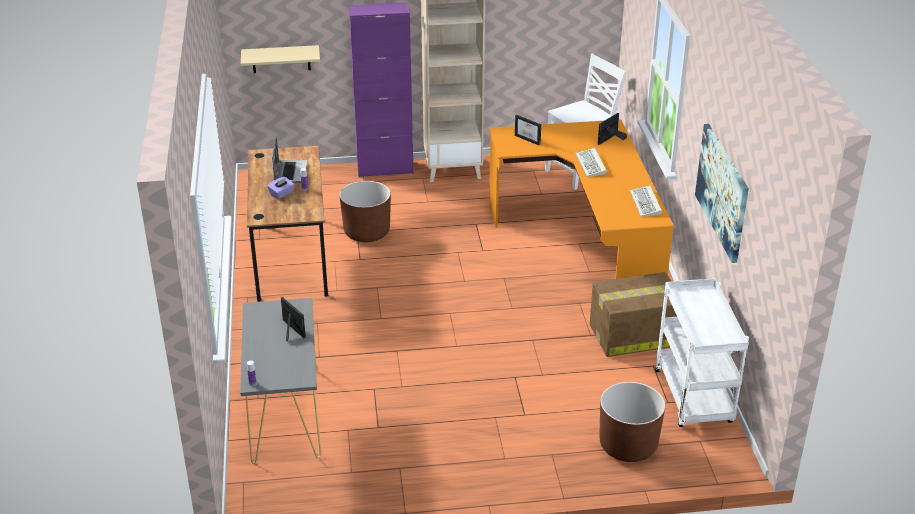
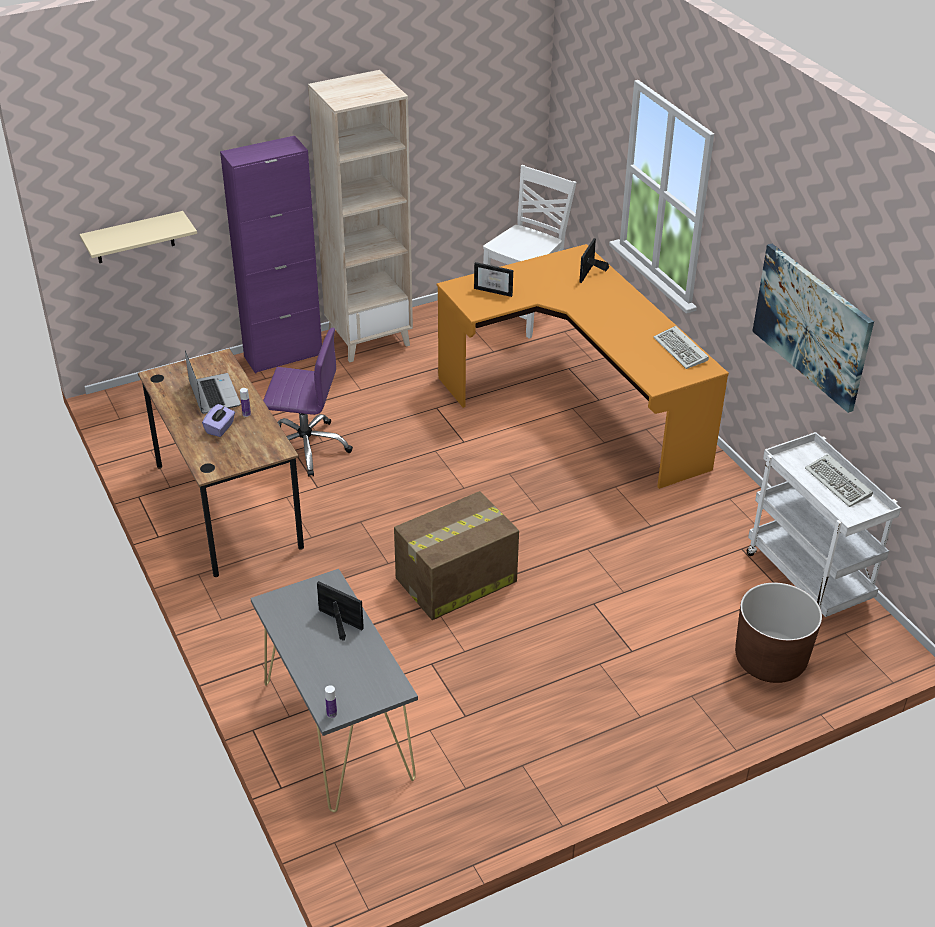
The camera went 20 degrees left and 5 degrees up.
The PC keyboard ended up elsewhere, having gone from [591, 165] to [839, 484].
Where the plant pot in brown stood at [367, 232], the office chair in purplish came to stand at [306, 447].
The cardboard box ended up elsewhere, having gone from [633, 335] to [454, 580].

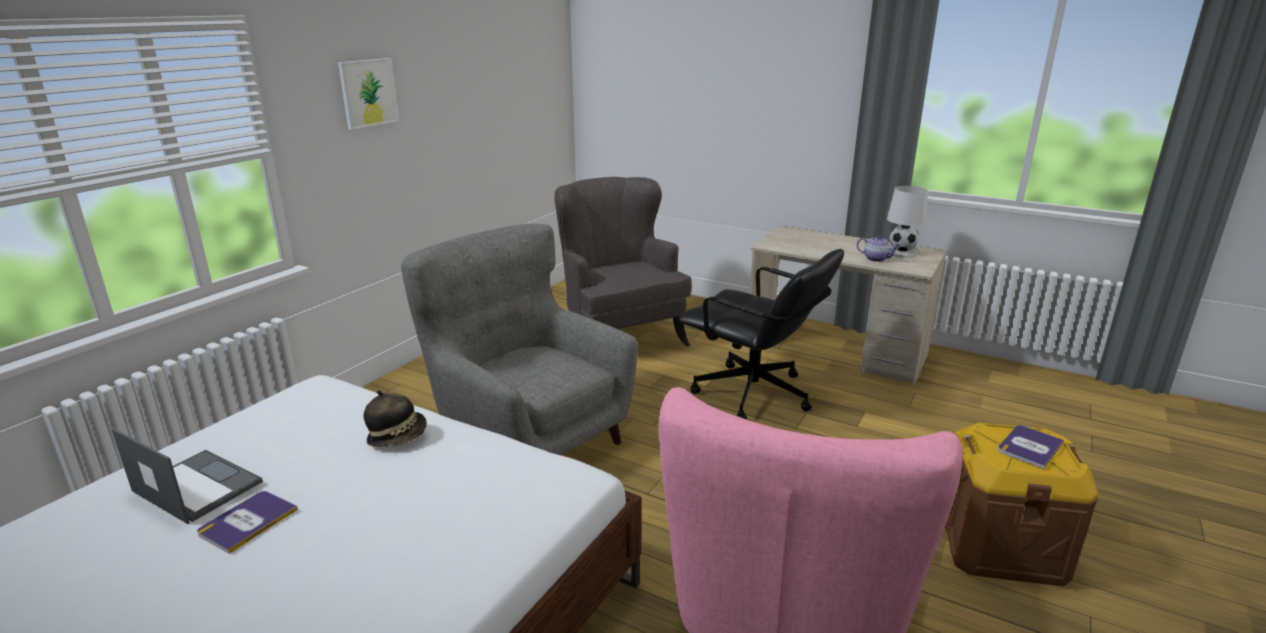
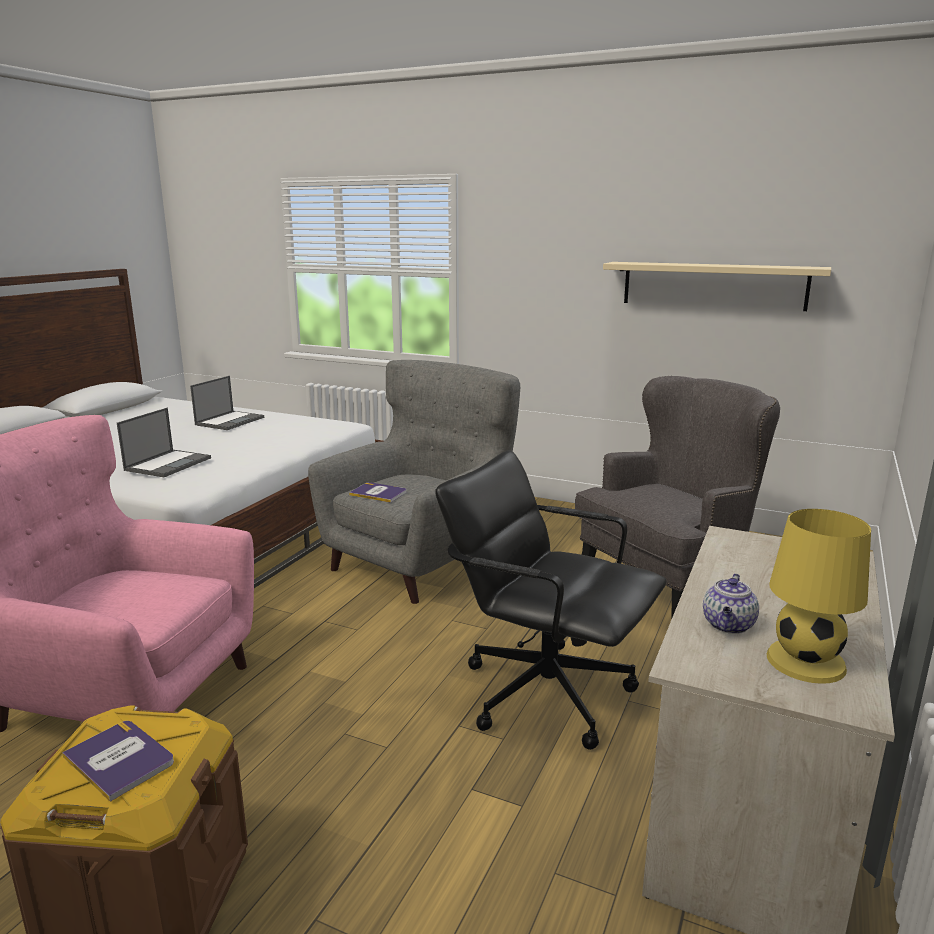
The camera went 85 degrees right and 5 degrees down.
The second view lost the wall art at [368, 93].
What was the table lamp in white at [901, 252] turned into the table lamp in yellowish at [805, 661].
The office chair in blackish at [753, 394] ended up facing another way, 90 degrees clockwise from before.
The second view lost the wearable hat at [398, 436].
The book ended up elsewhere, having gone from [247, 521] to [378, 493].
The second view gained the shelf in beige-coloured at [713, 285].
The second view gained the laptop at [168, 464].

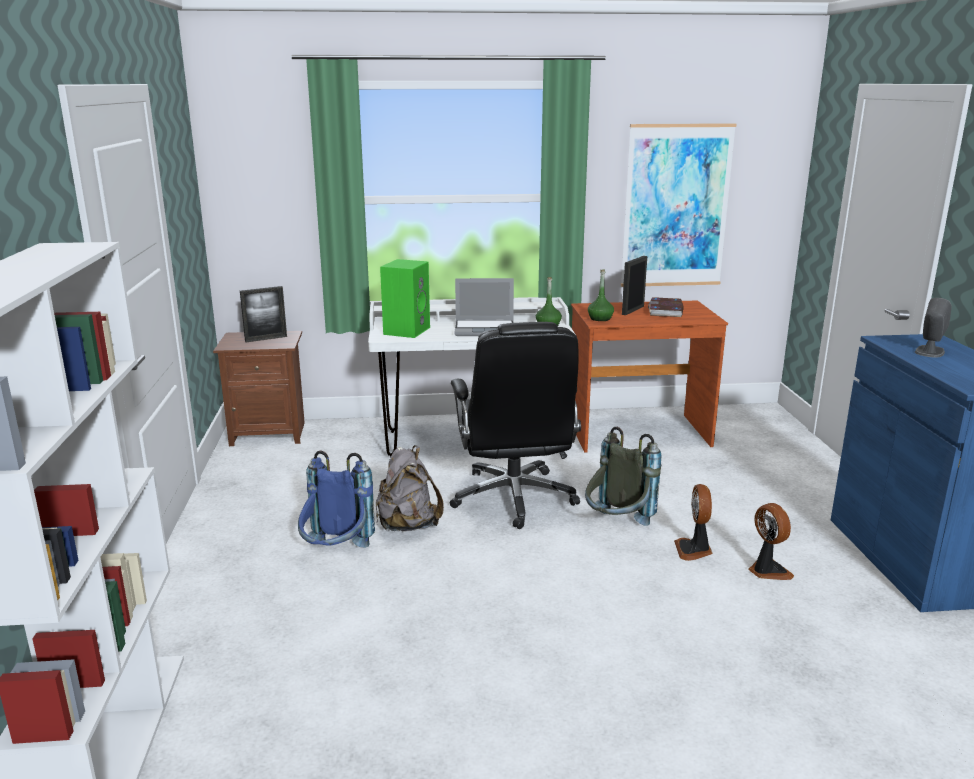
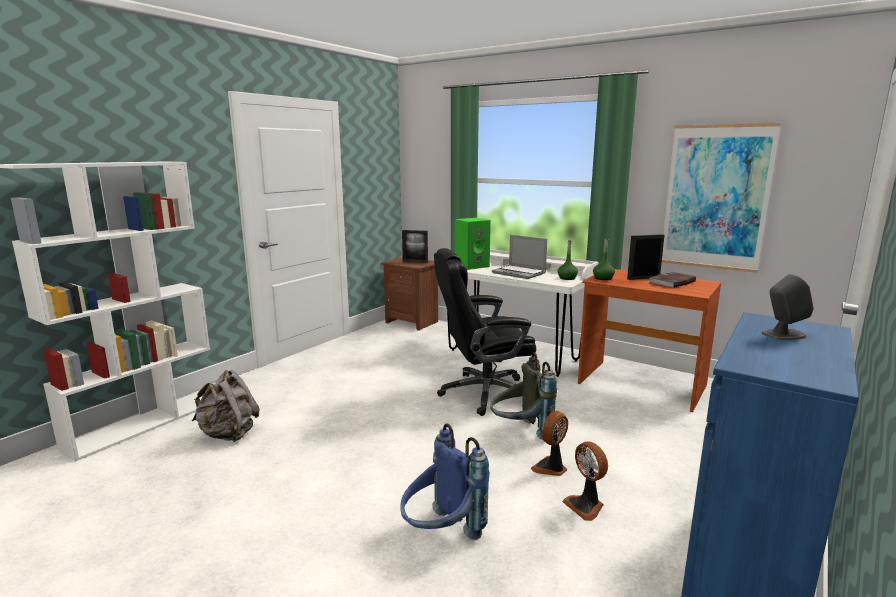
The camera went 40 degrees right and 5 degrees down.
The office chair in blackish at [514, 498] ended up facing another way, 45 degrees clockwise from before.
The rucksack in greyish ended up elsewhere, having gone from [407, 525] to [228, 434].
The rucksack in bluish ended up elsewhere, having gone from [336, 556] to [441, 535].
The fan at [767, 571] ended up facing another way, 135 degrees clockwise from before.

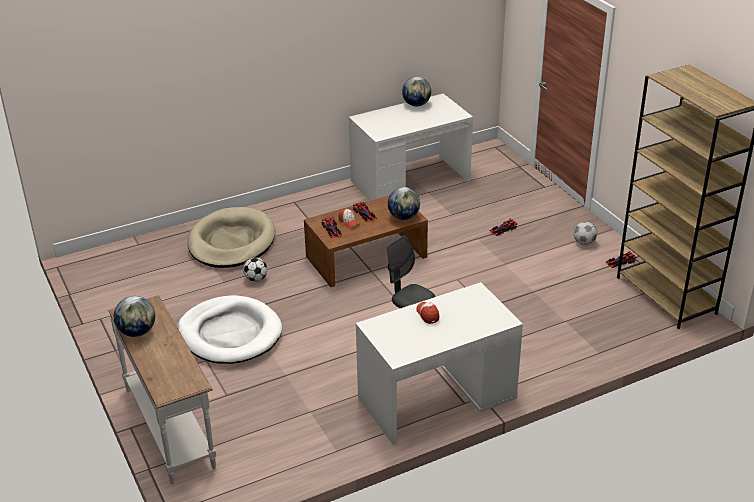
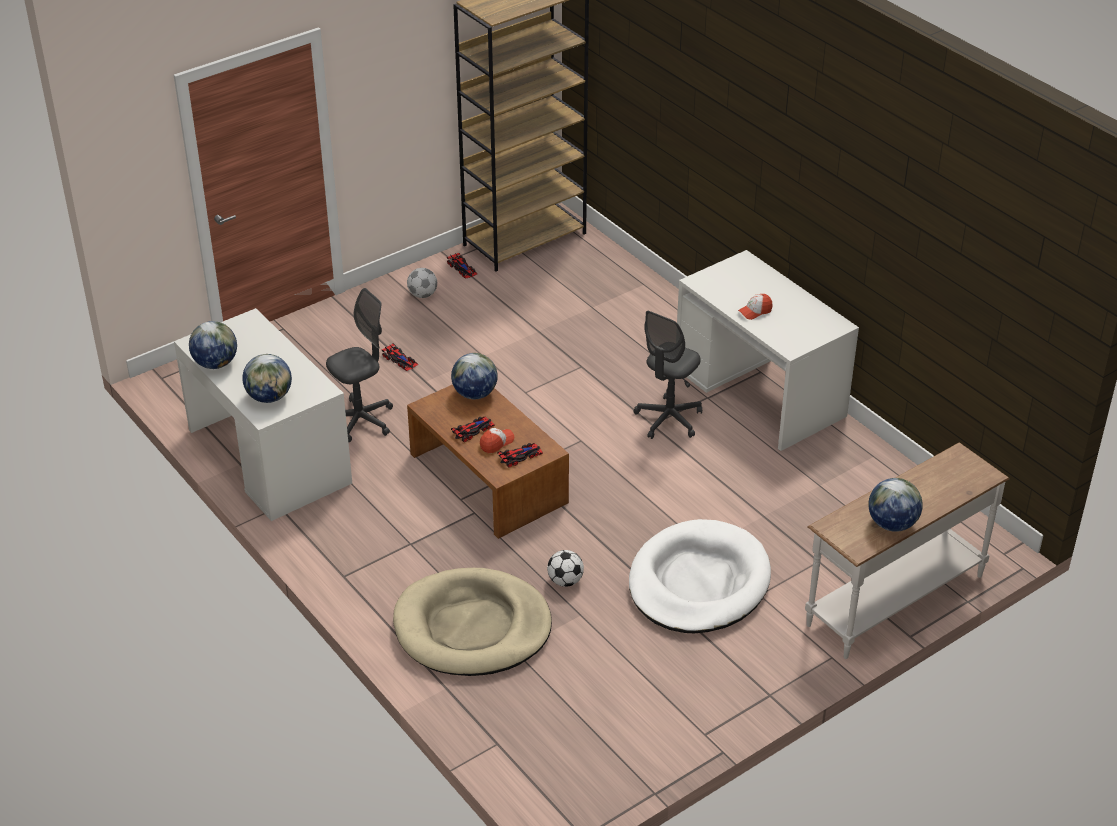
The camera went 100 degrees left and 5 degrees up.
The second view gained the office chair in greyish at [361, 421].
The second view gained the globe at [269, 397].

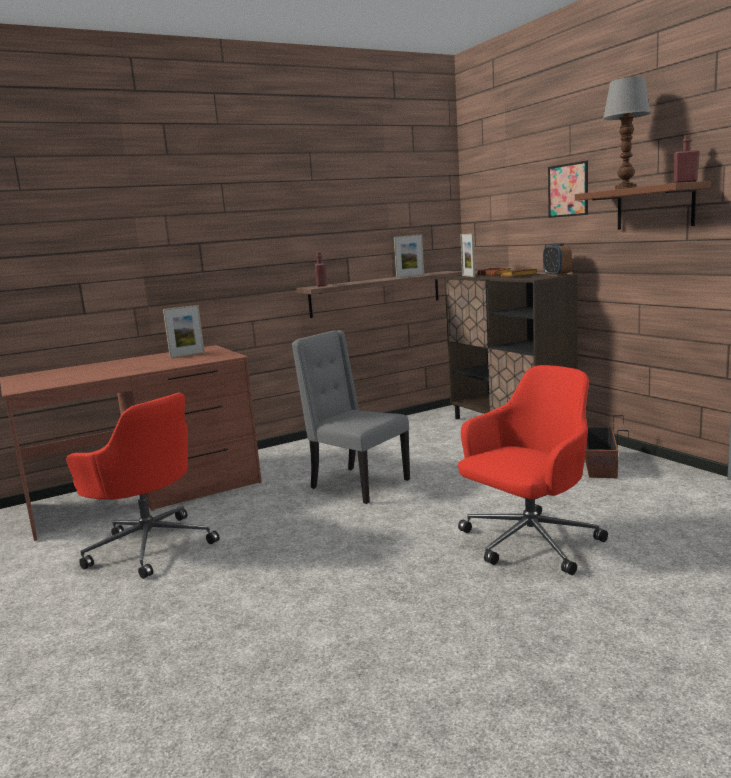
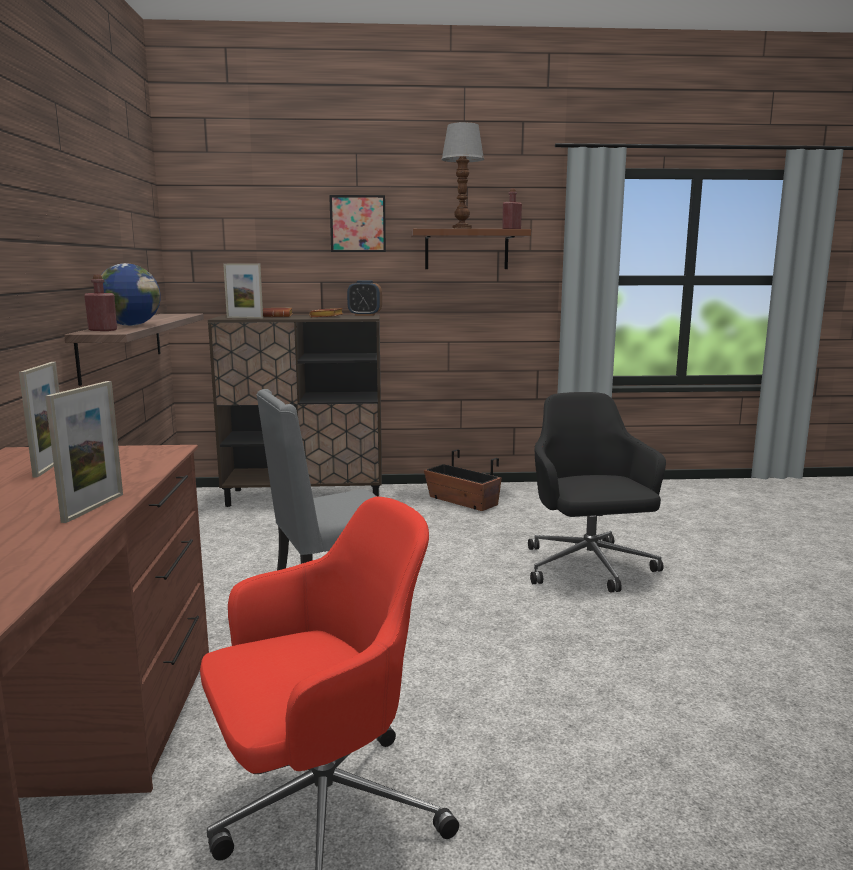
The camera went 65 degrees left and 0 degrees up.
The standing frame ended up elsewhere, having gone from [410, 276] to [93, 508].
What was the office chair in reddish at [528, 543] turned into the office chair in blackish at [588, 568].
The second view gained the globe at [130, 325].

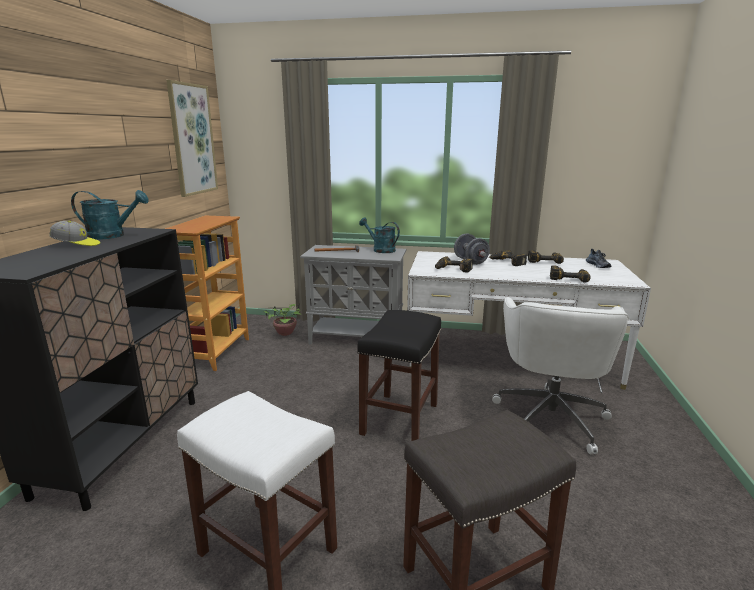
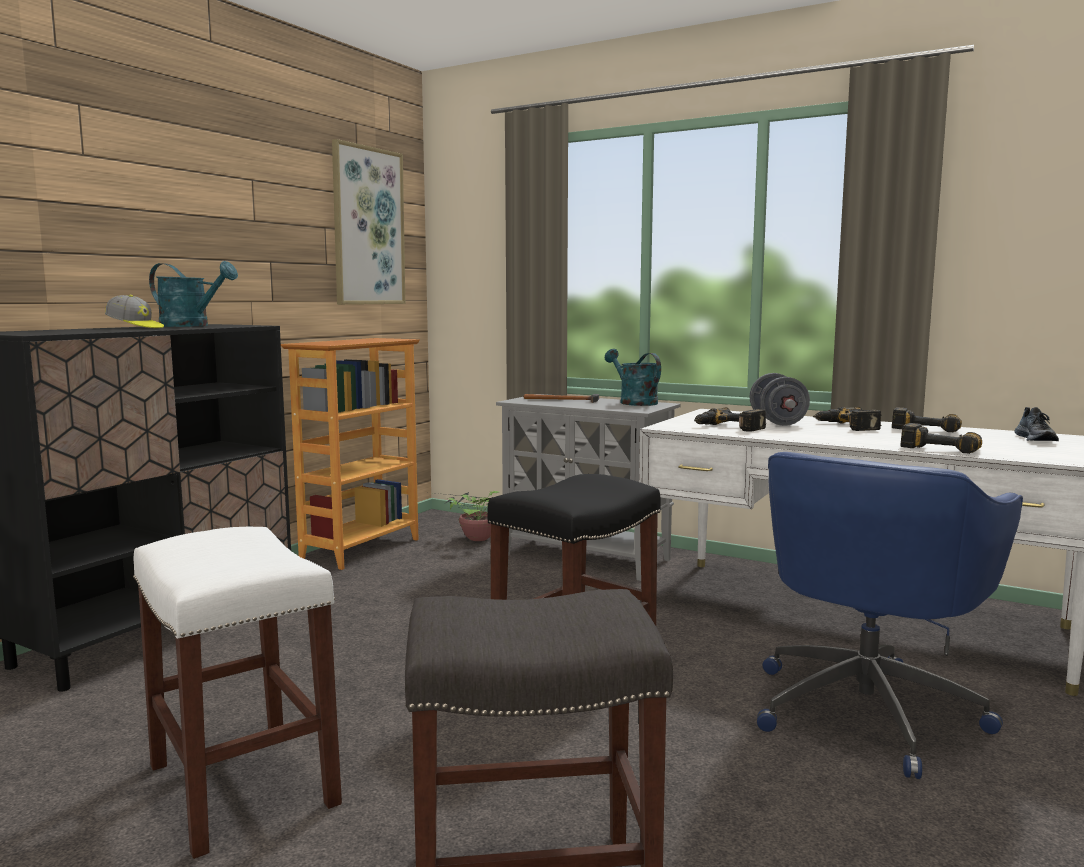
The camera went 20 degrees right and 10 degrees down.
What was the office chair in white at [550, 416] turned into the office chair in bluish at [867, 709].

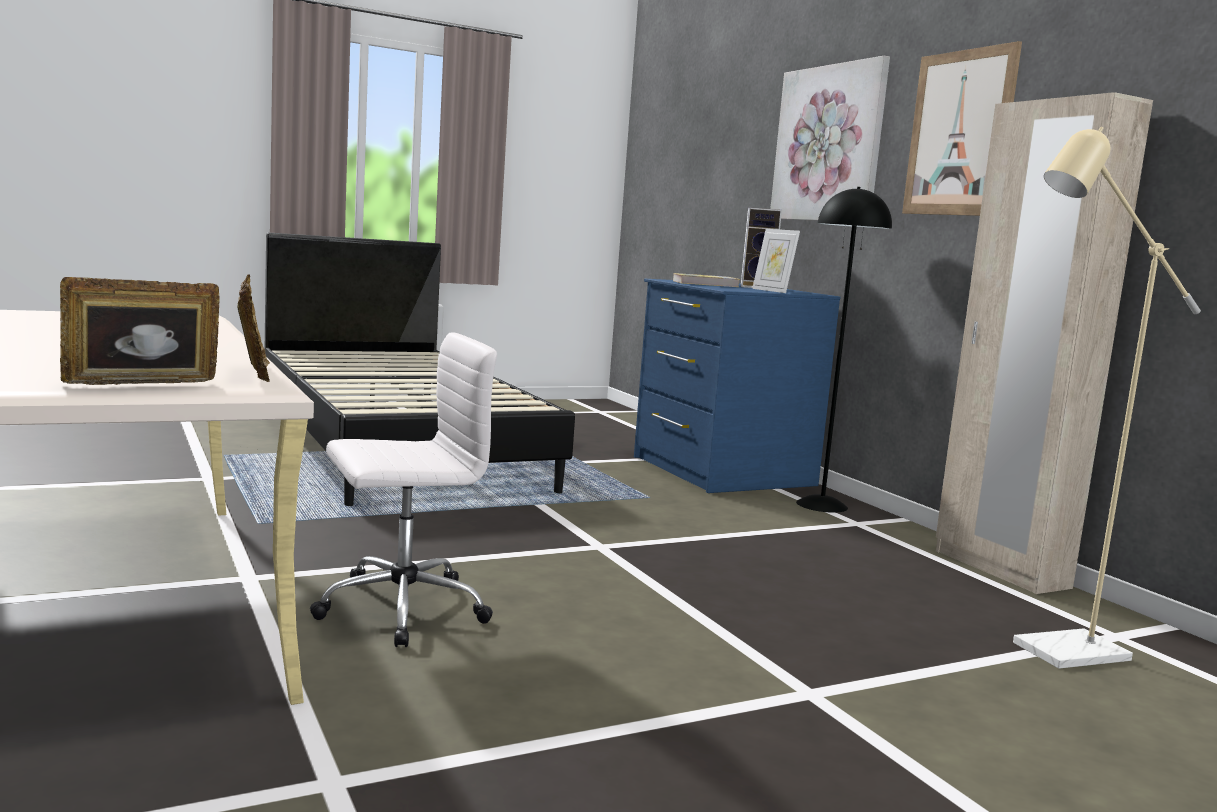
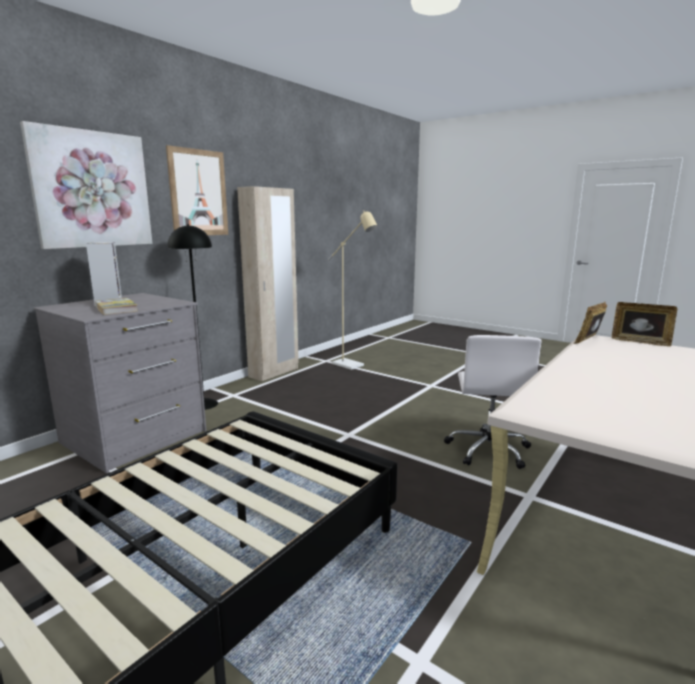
The camera went 115 degrees left and 5 degrees up.
The second view lost the standing frame at [772, 291].
What was the drawer chest in bluish at [720, 471] turned into the drawer chest in greyish at [135, 437].
The office chair in white at [399, 609] ended up facing another way, 120 degrees counterclockwise from before.

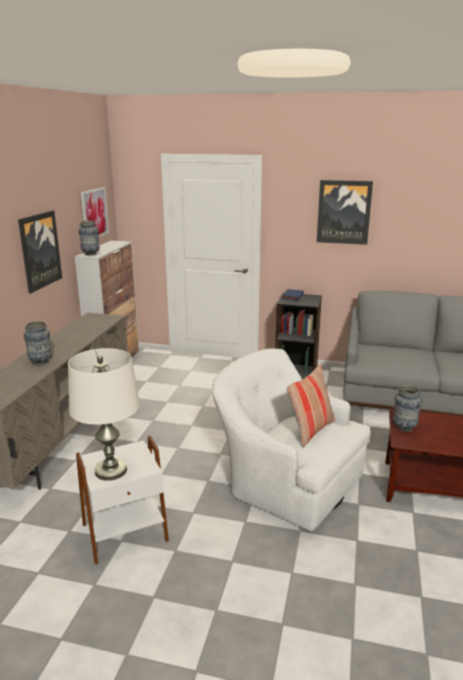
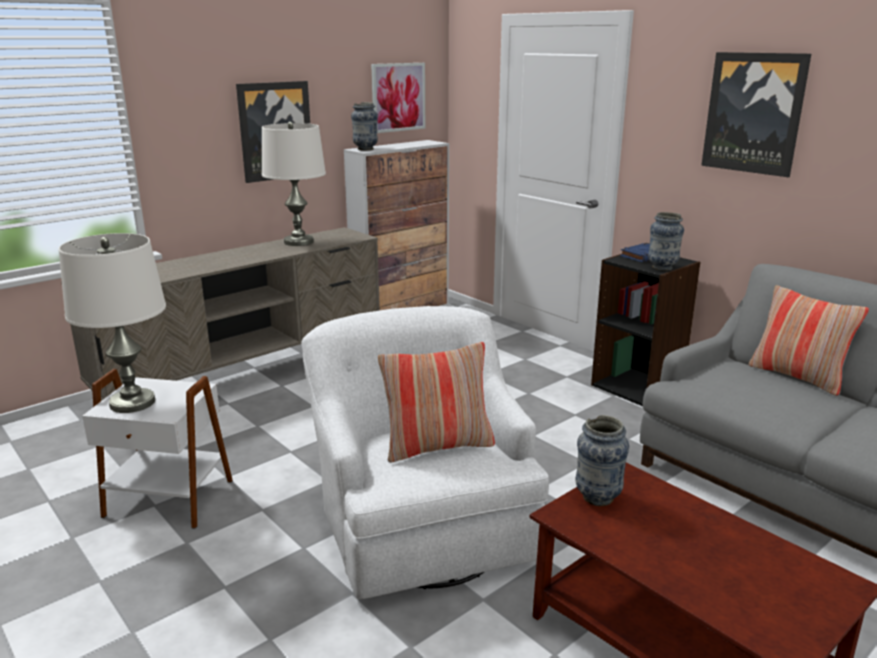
The camera went 35 degrees right and 0 degrees up.
The decorative vase ended up elsewhere, having gone from [41, 362] to [662, 267].
The second view gained the table lamp in white at [299, 242].
The second view gained the throw pillow at [797, 376].

